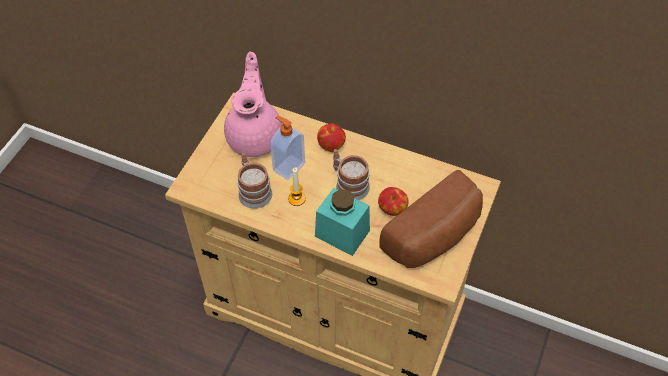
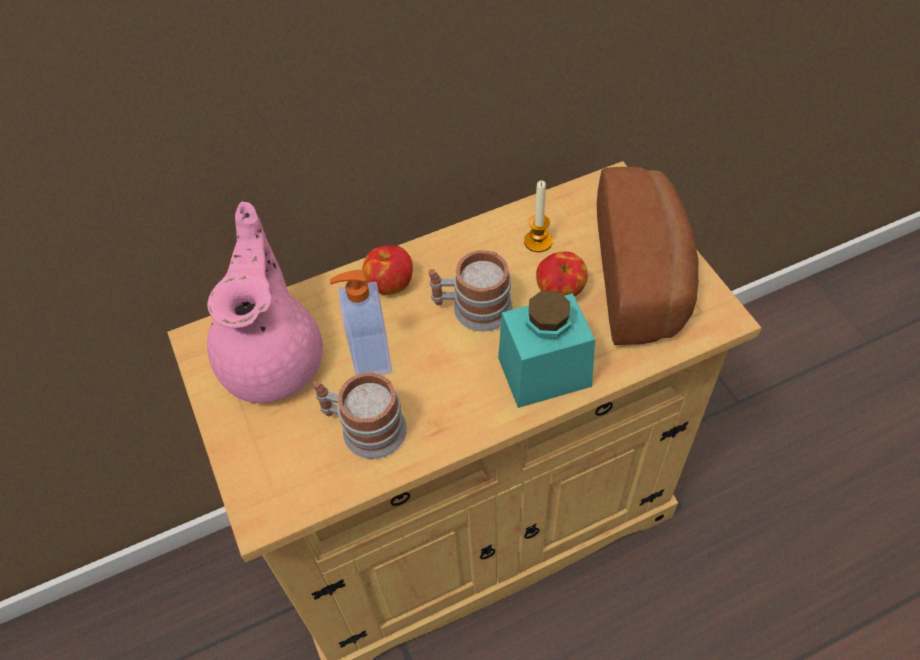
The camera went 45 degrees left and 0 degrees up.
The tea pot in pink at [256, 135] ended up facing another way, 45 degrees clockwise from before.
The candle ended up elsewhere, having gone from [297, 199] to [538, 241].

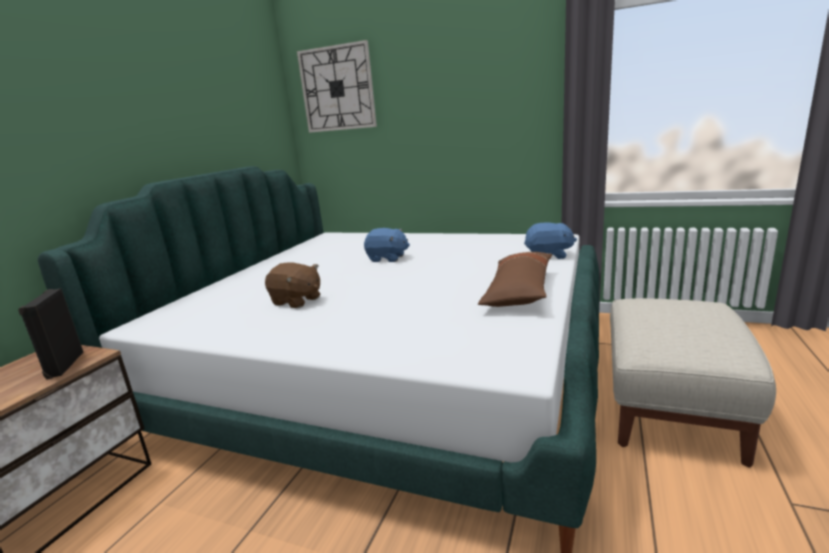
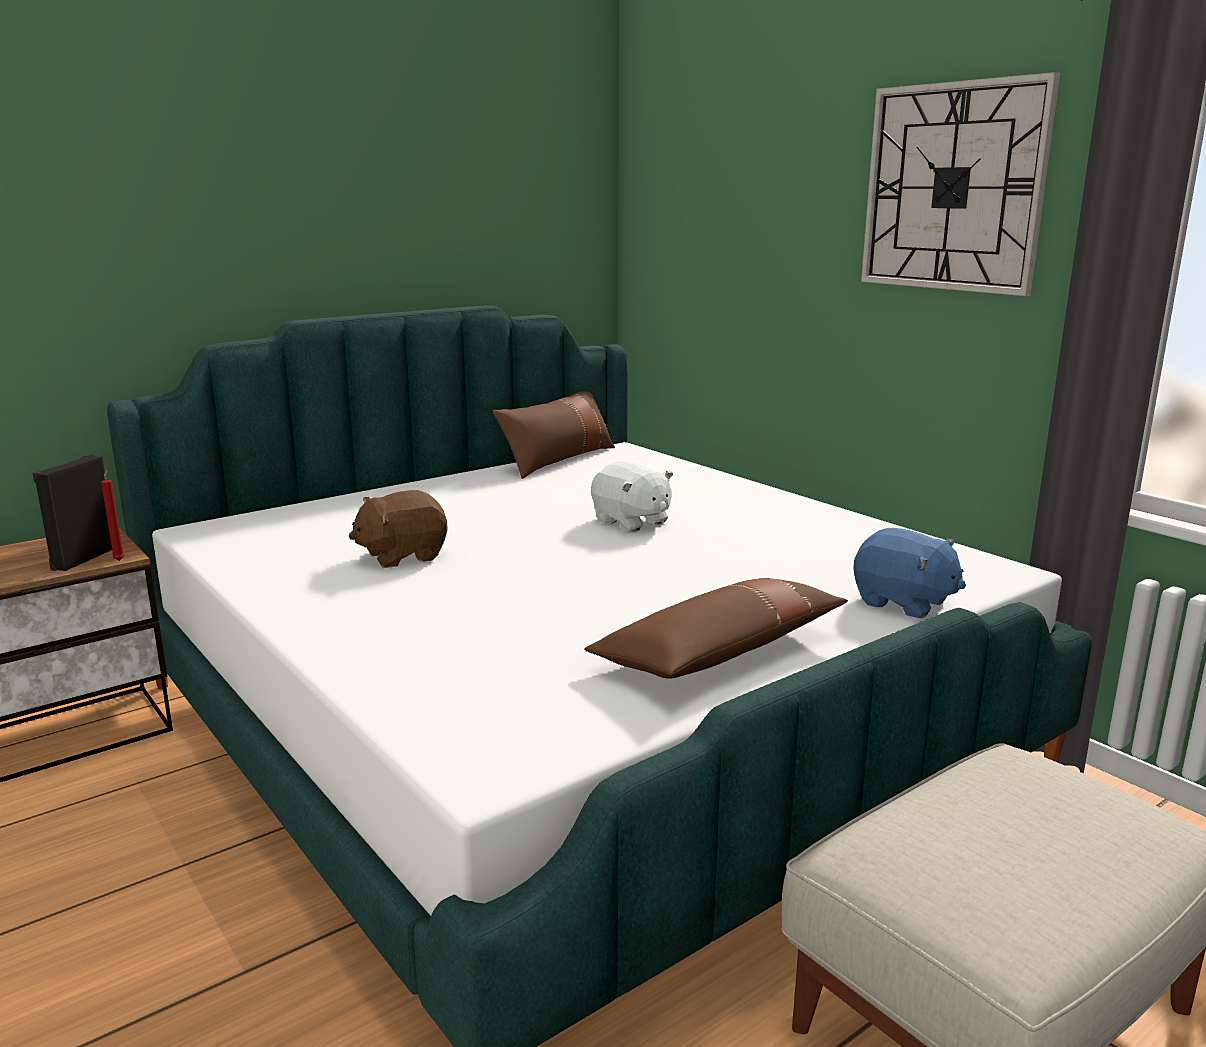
The camera went 30 degrees right and 0 degrees up.
The wall clock ended up elsewhere, having gone from [337, 89] to [953, 188].
What was the soft toy in bluish at [387, 258] turned into the soft toy in white at [631, 522].
The soft toy in brown at [296, 301] ended up facing another way, 90 degrees clockwise from before.
The second view gained the throw pillow in brown at [558, 459].
The second view gained the candle in reddish at [120, 560].

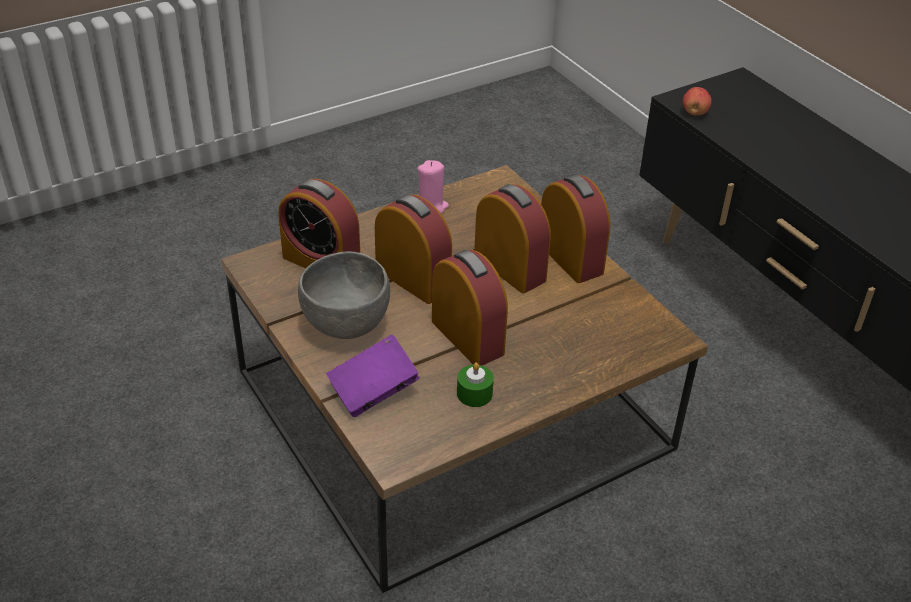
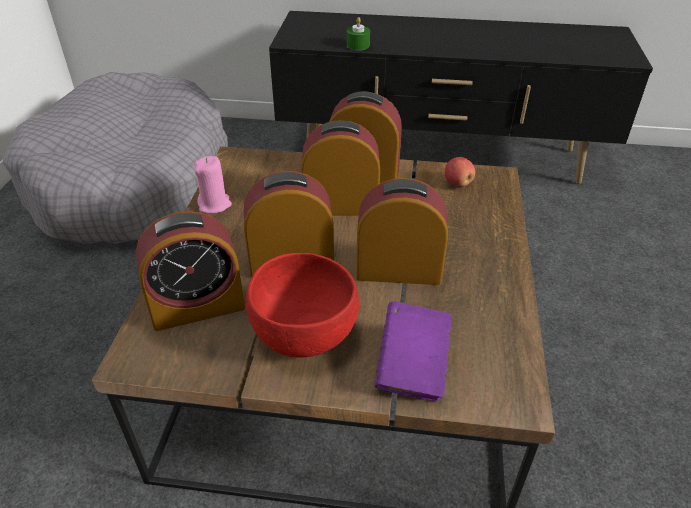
The camera went 50 degrees left and 0 degrees up.
The apple ended up elsewhere, having gone from [694, 113] to [458, 183].
What was the serving bowl in greyish at [345, 325] turned into the serving bowl in reddish at [303, 337].
The candle in greenish ended up elsewhere, having gone from [474, 394] to [358, 45].
The second view gained the dog bed in greyish at [131, 182].

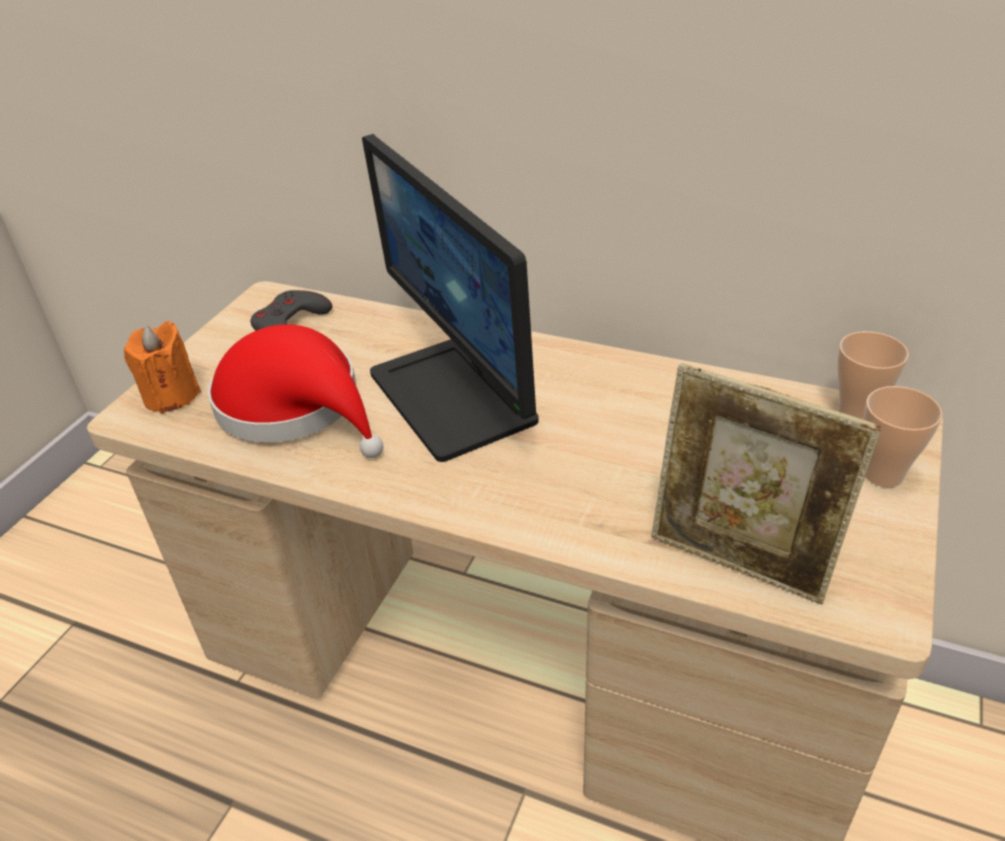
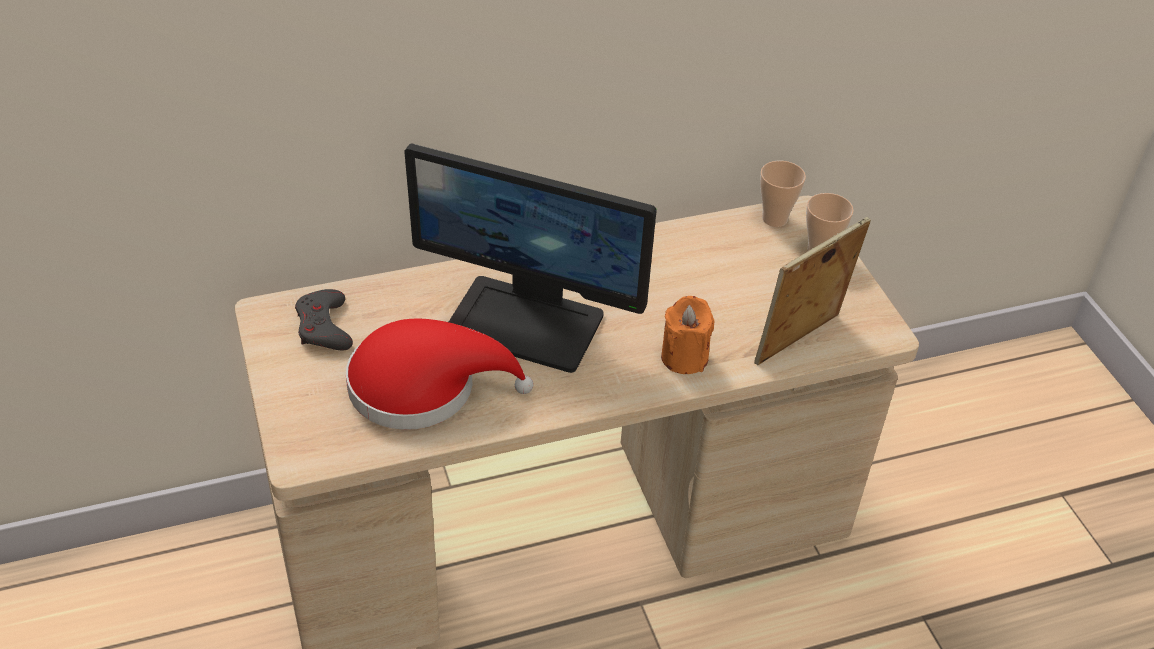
The camera went 45 degrees left and 5 degrees up.
The candle in orangey ended up elsewhere, having gone from [171, 395] to [684, 357].
The standing frame at [739, 563] ended up facing another way, 150 degrees clockwise from before.

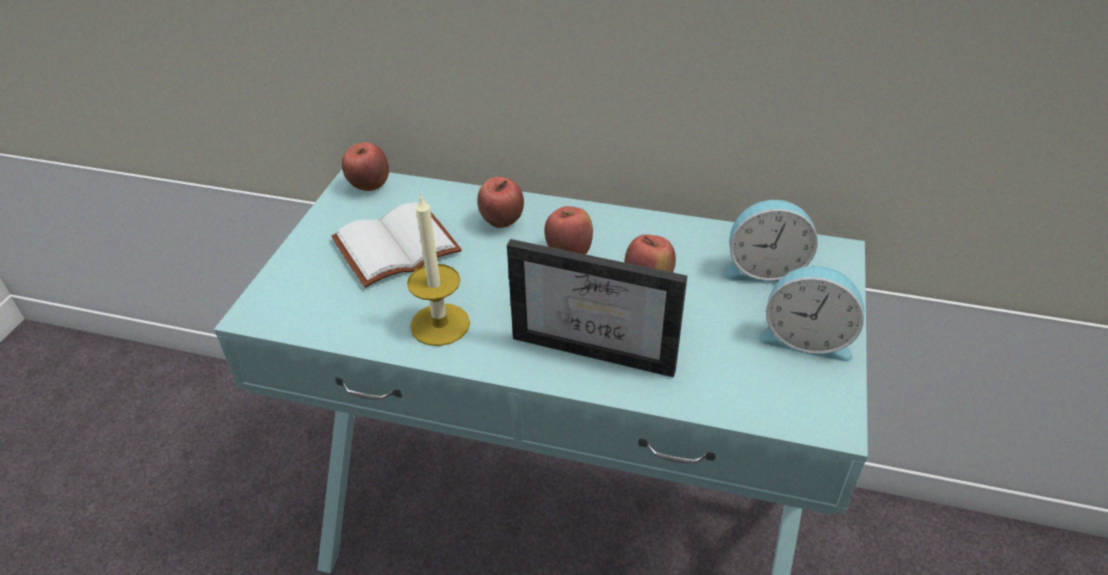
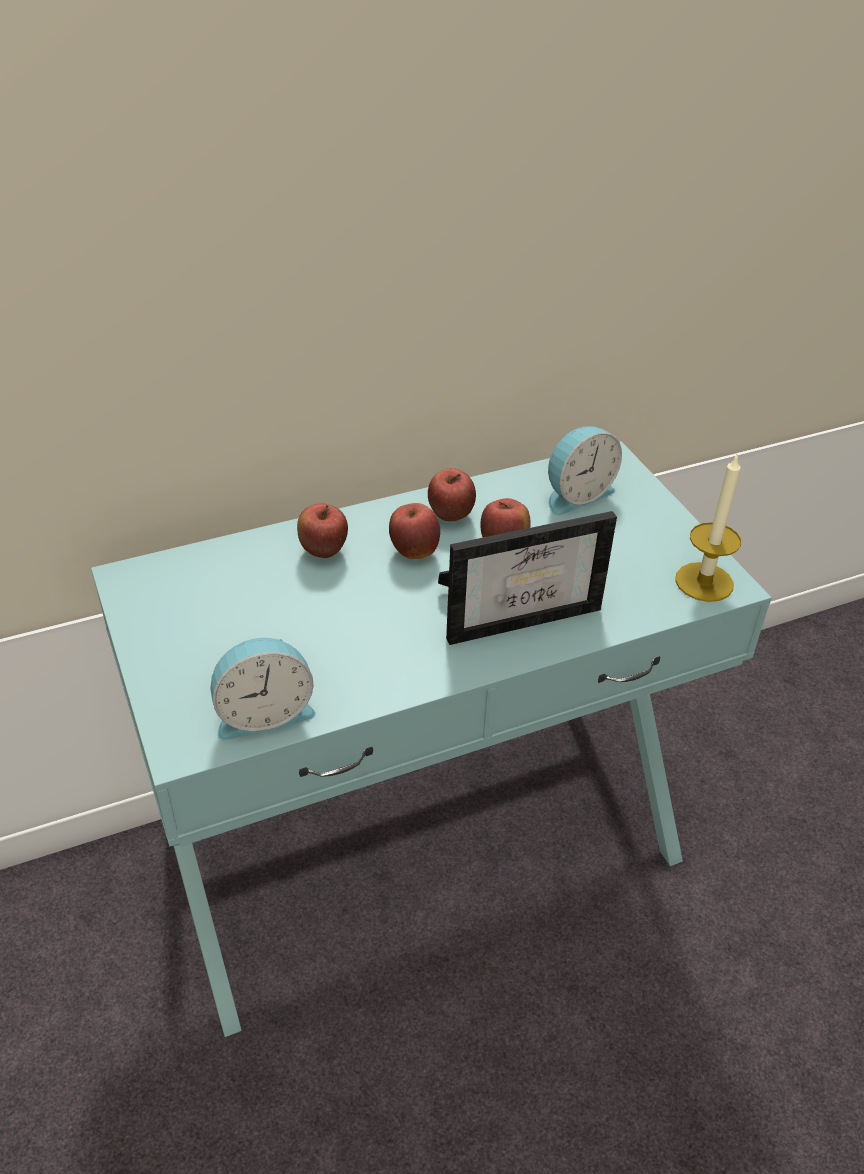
The camera went 40 degrees left and 0 degrees up.
The apple ended up elsewhere, having gone from [369, 186] to [450, 516].
The candle ended up elsewhere, having gone from [440, 324] to [704, 582].
The second view lost the book in white at [396, 249].
The alarm clock ended up elsewhere, having gone from [806, 338] to [263, 713].

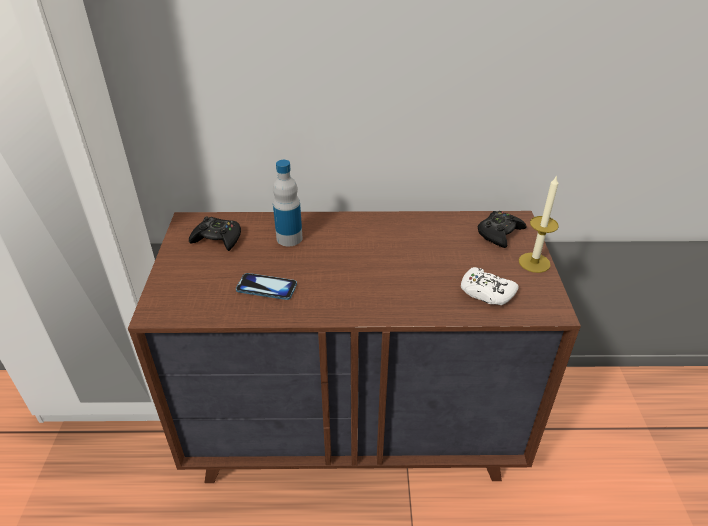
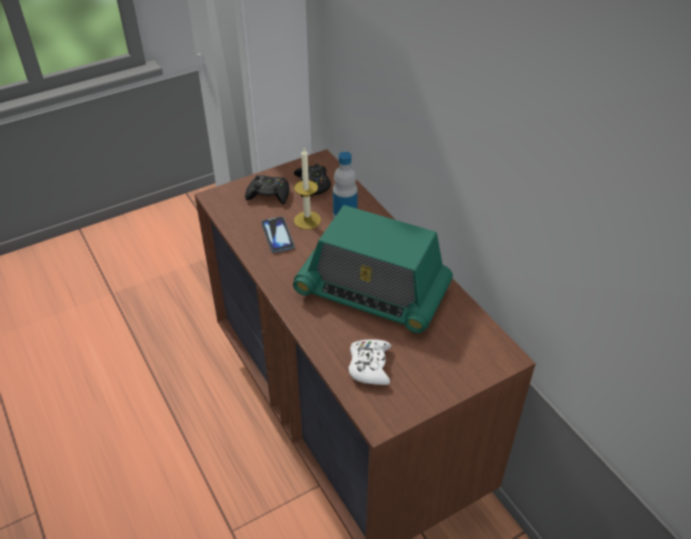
The camera went 60 degrees right and 5 degrees up.
The candle ended up elsewhere, having gone from [534, 262] to [307, 220].
The joypad in blackish ended up elsewhere, having gone from [499, 233] to [268, 194].
The second view gained the radio at [372, 291].

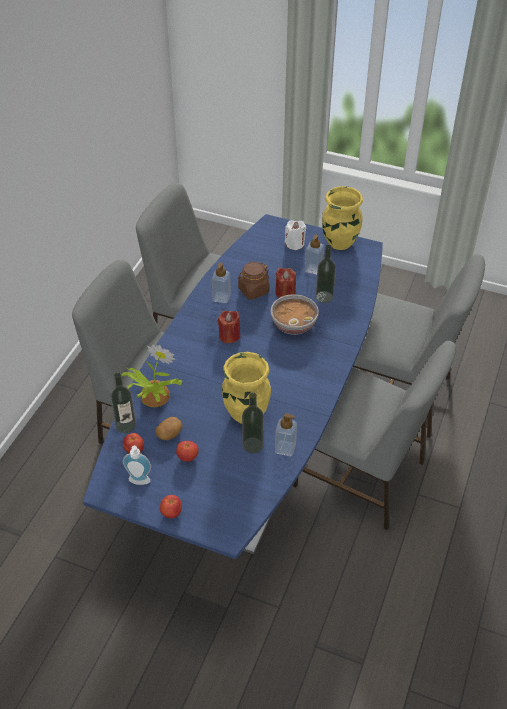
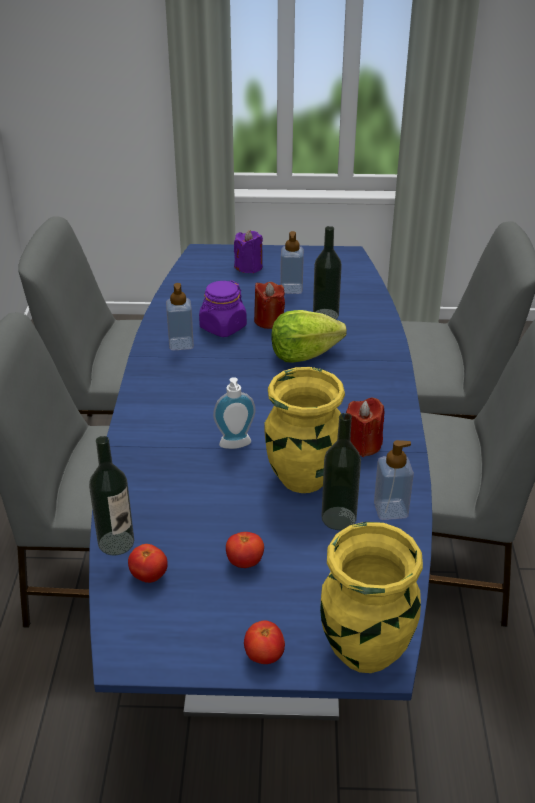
The camera went 20 degrees left and 10 degrees down.
The decorative vase in yellowish ended up elsewhere, having gone from [339, 242] to [364, 651].
What was the candle in white at [295, 244] turned into the candle in purplish at [249, 267].
What was the preserve jar in brown at [253, 291] turned into the preserve jar in purplish at [223, 327].
Where the serving bowl stood at [293, 325], the lettuce head came to stand at [304, 354].
The candle in reddish ended up elsewhere, having gone from [229, 336] to [362, 445].
The second view lost the plant in a pot at [153, 396].
The second view lost the whole potato at [169, 434].
The soap bottle ended up elsewhere, having gone from [138, 482] to [236, 446].

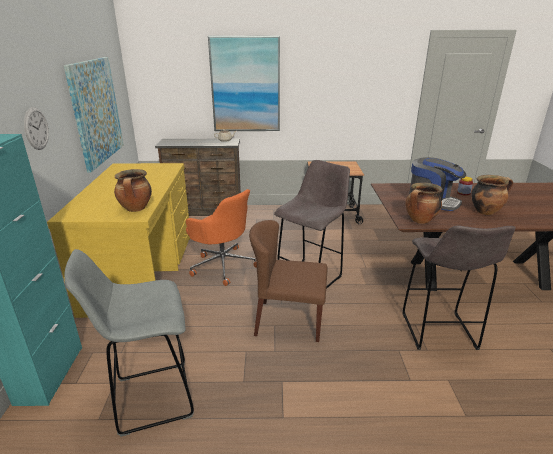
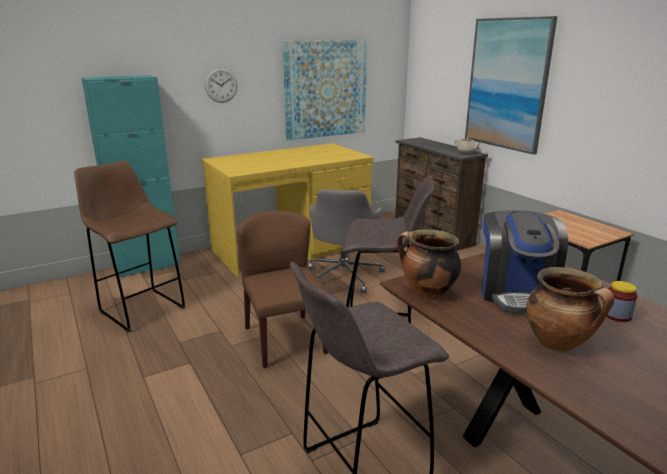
The camera went 60 degrees right and 5 degrees down.
The second view lost the cooking pot at [136, 209].
What was the office chair in orangey at [223, 265] turned into the office chair in greyish at [344, 275].
What was the stool seat in greyish at [151, 398] turned into the stool seat in brown at [141, 309].

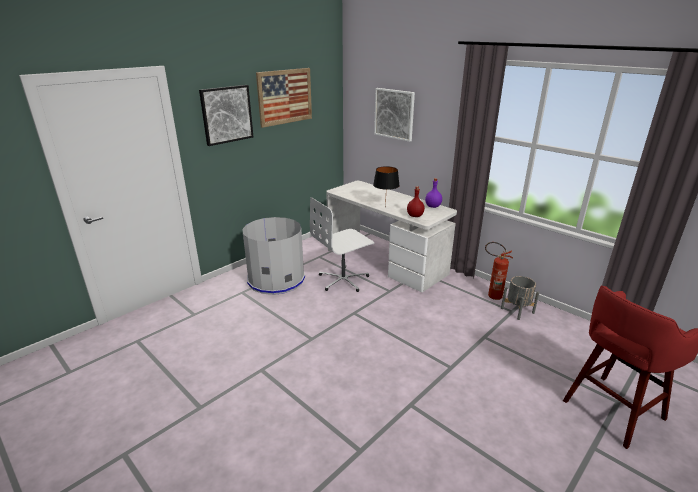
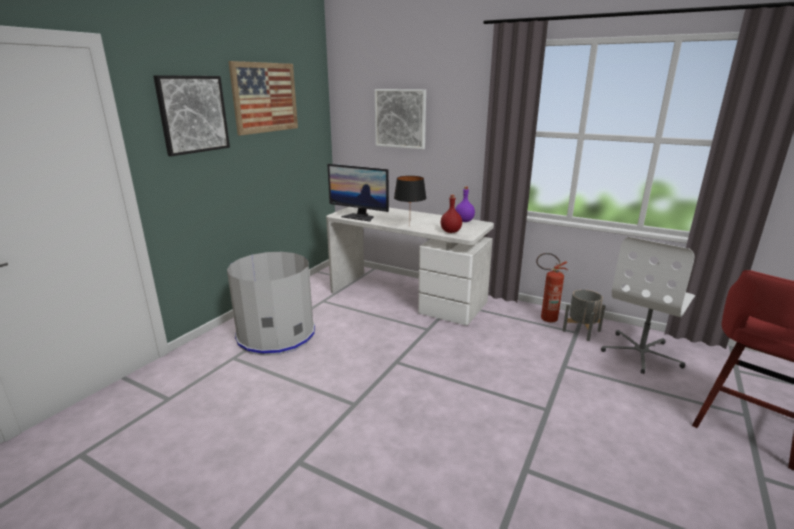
The camera went 15 degrees left and 5 degrees down.
The office chair in white ended up elsewhere, having gone from [343, 280] to [641, 353].
The second view gained the monitor at [360, 217].

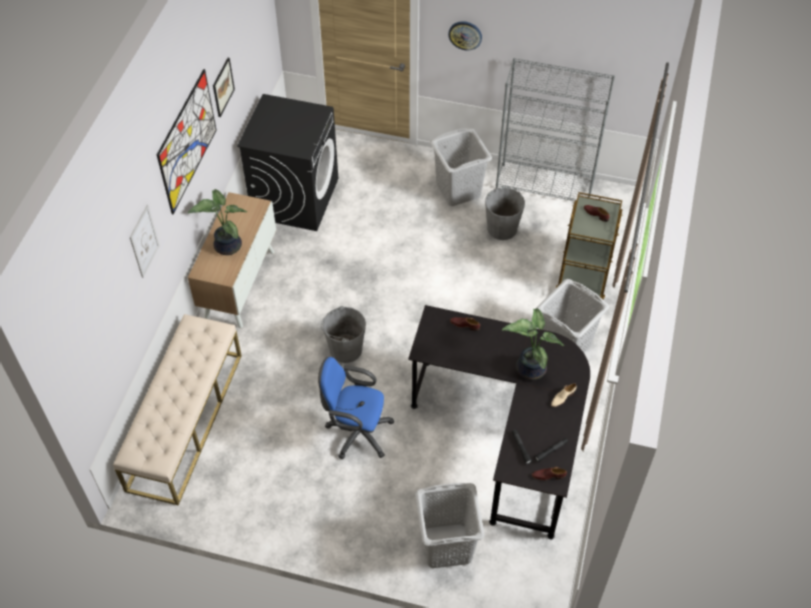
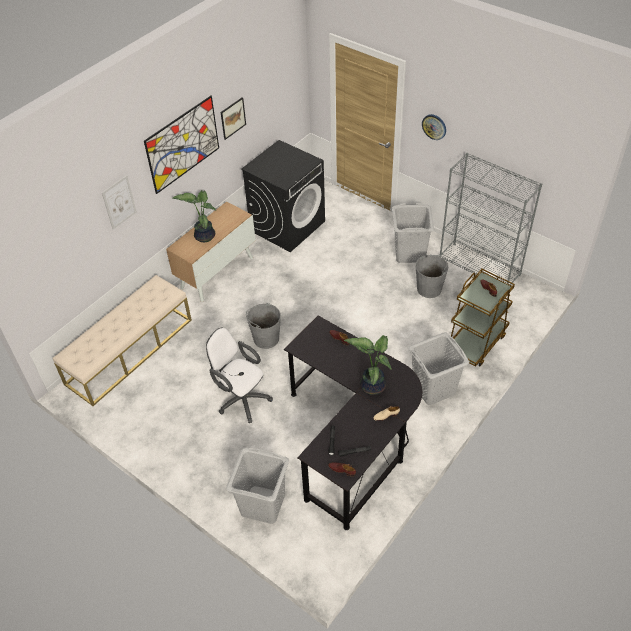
The camera went 25 degrees right and 5 degrees down.
What was the office chair in bluish at [356, 432] turned into the office chair in white at [241, 399].

